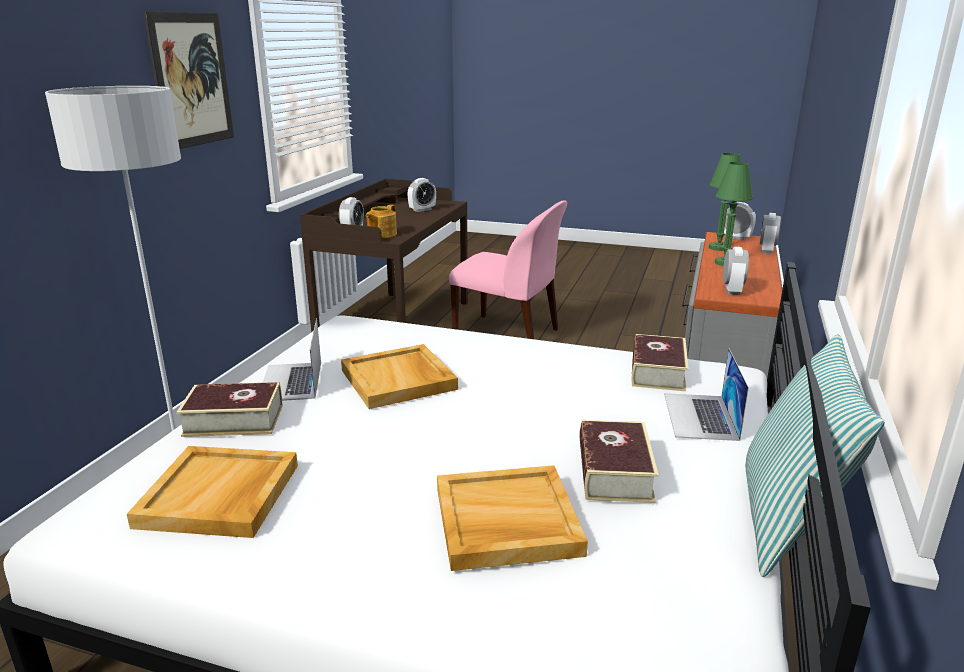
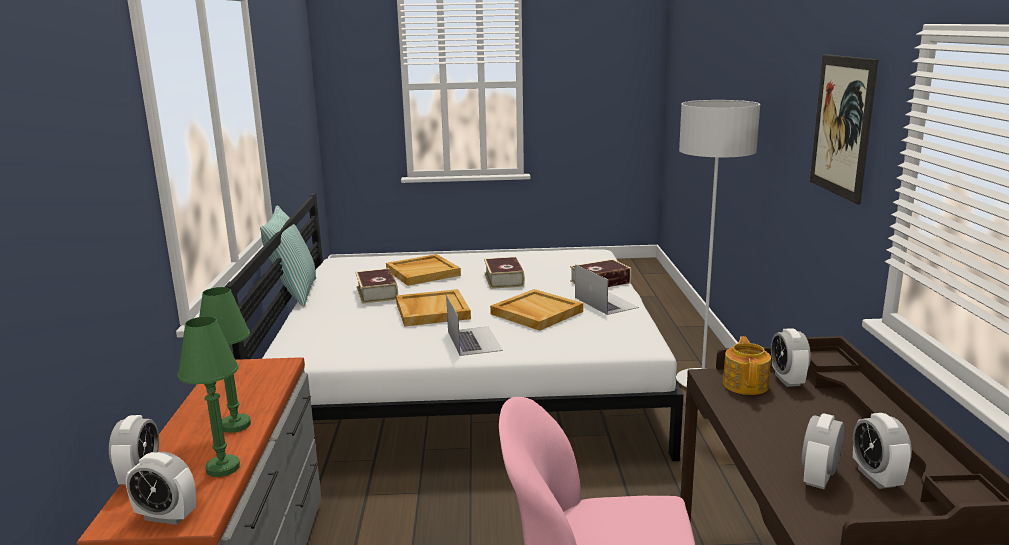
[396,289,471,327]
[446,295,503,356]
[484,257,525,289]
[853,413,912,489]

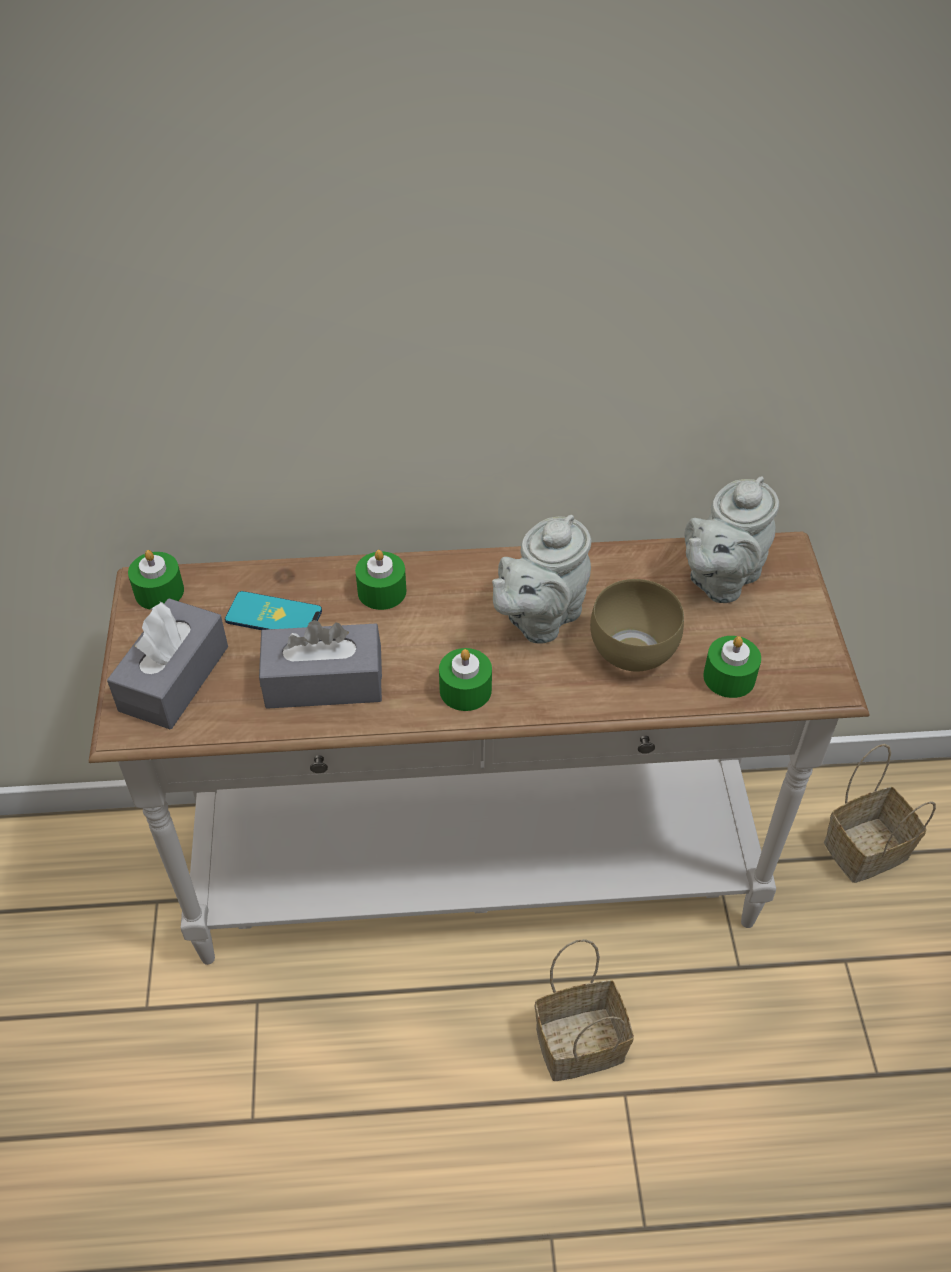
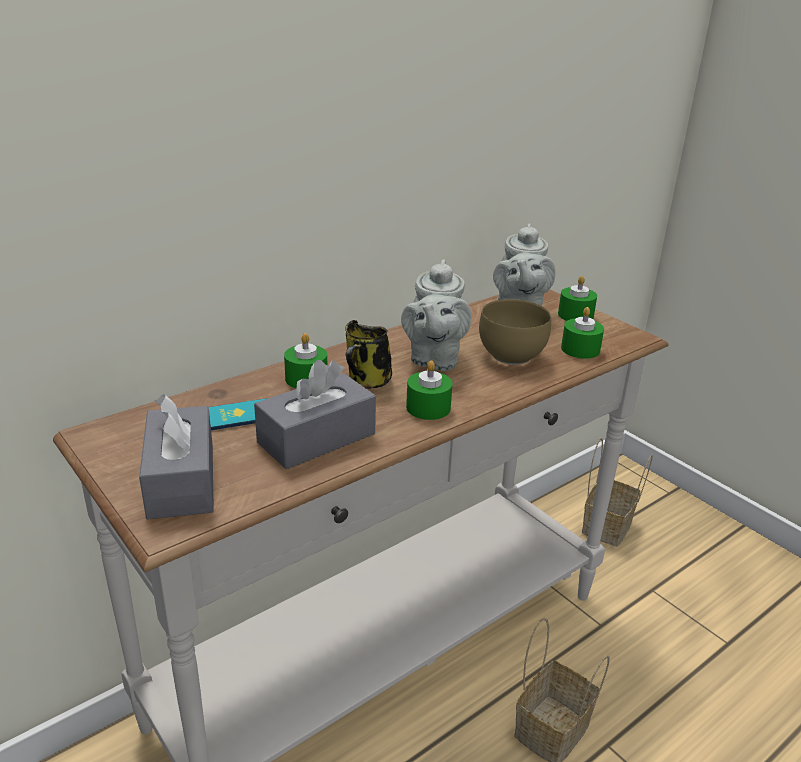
[345,320,392,389]
[558,276,597,321]

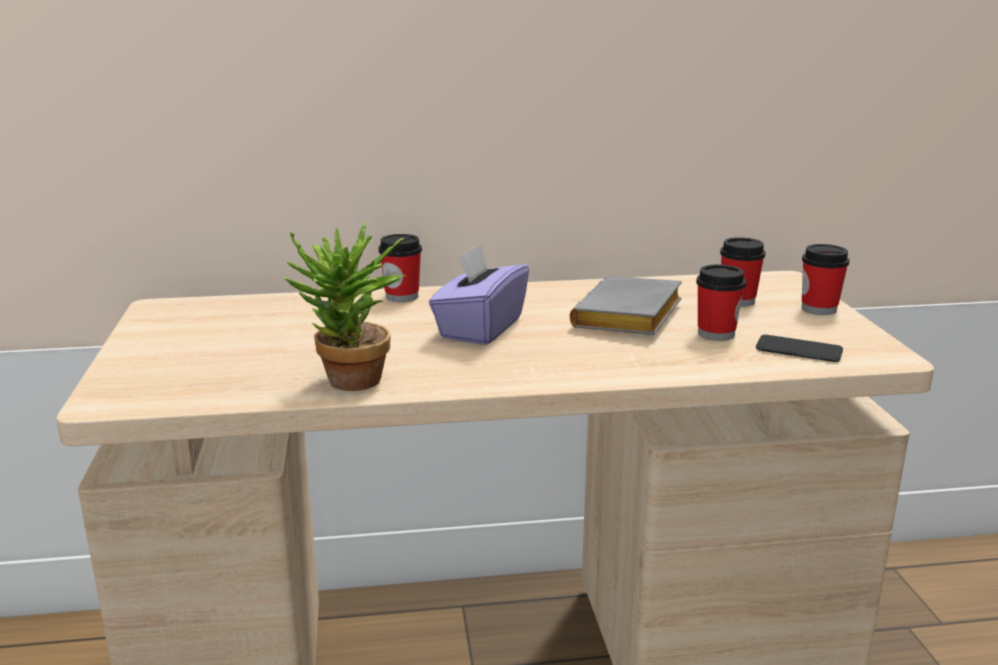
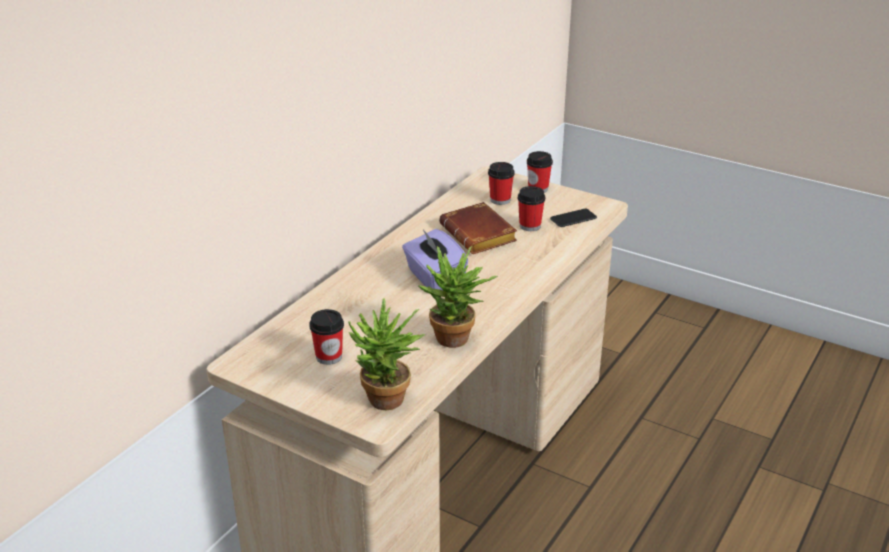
[309,309,344,365]
[348,298,425,410]
[439,202,517,254]

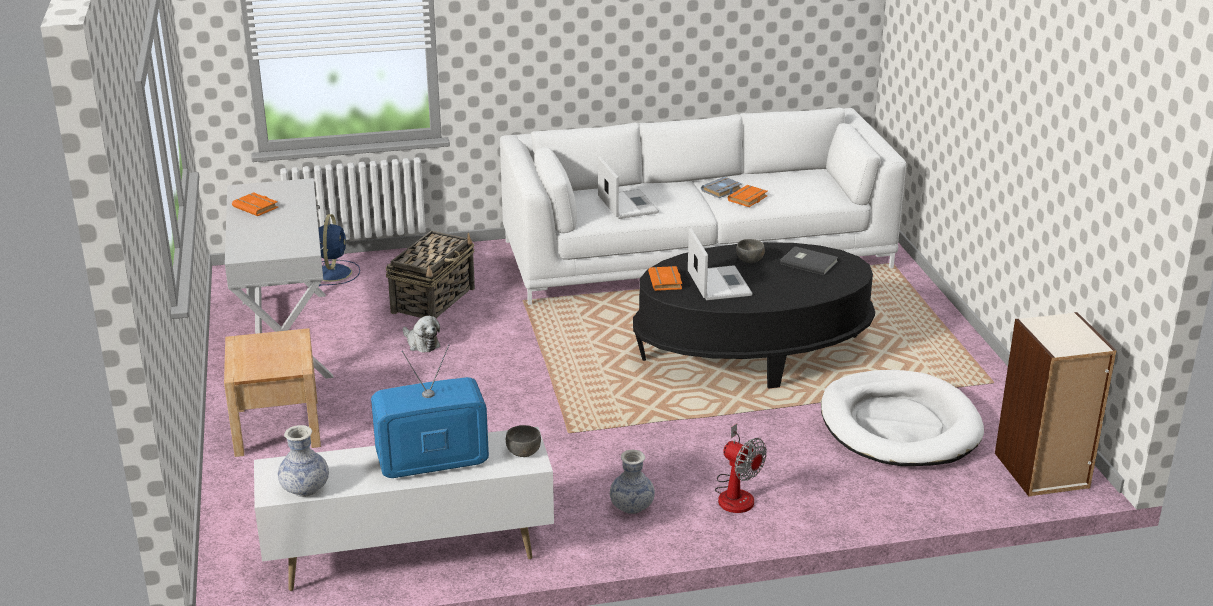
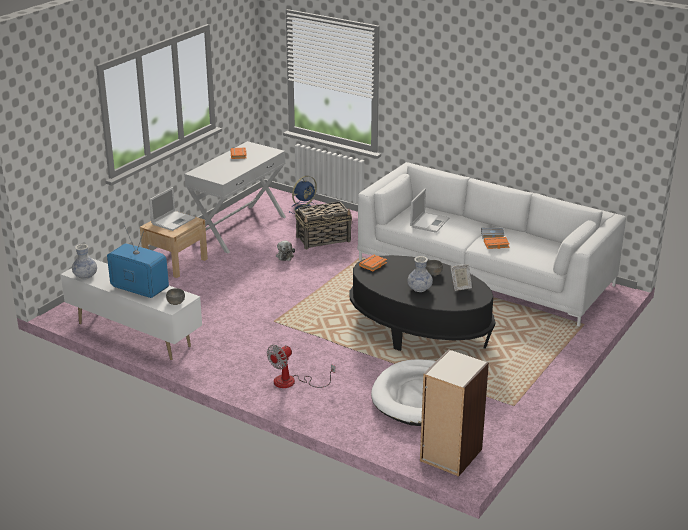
[149,187,195,231]
[267,345,335,388]
[408,256,433,292]
[450,264,472,291]

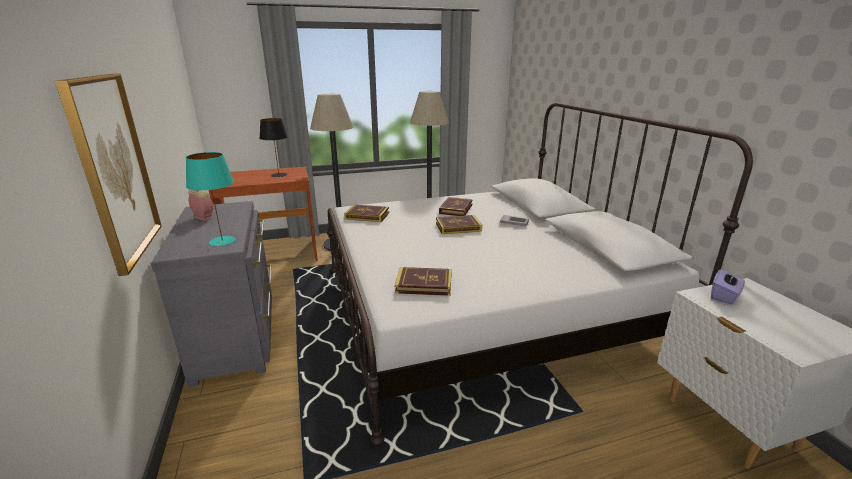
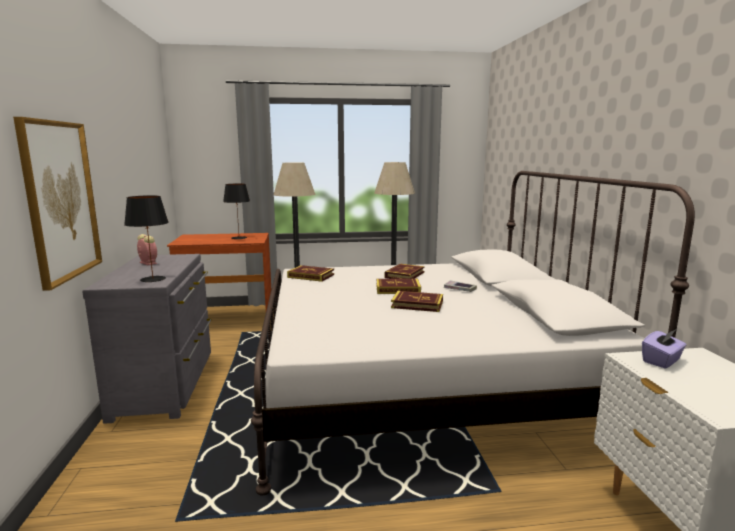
[124,195,169,282]
[391,291,443,312]

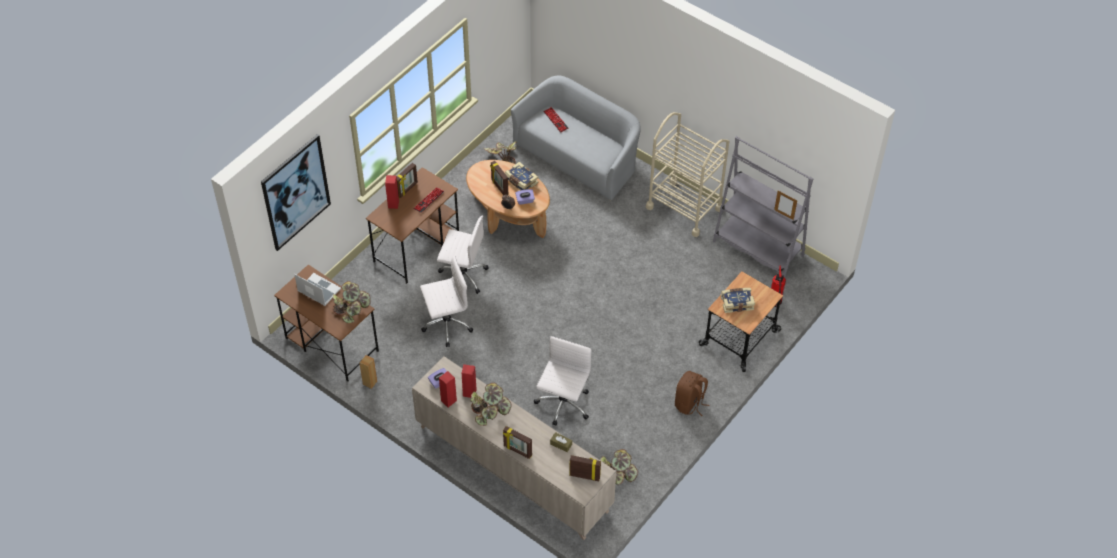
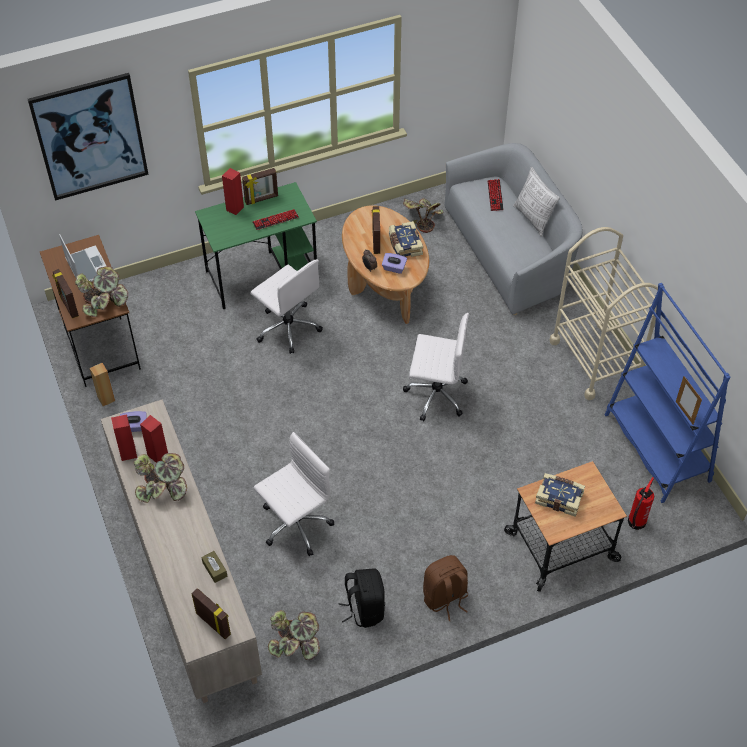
[52,269,79,318]
[195,182,317,309]
[338,568,385,628]
[403,313,469,422]
[513,167,560,237]
[605,283,731,503]

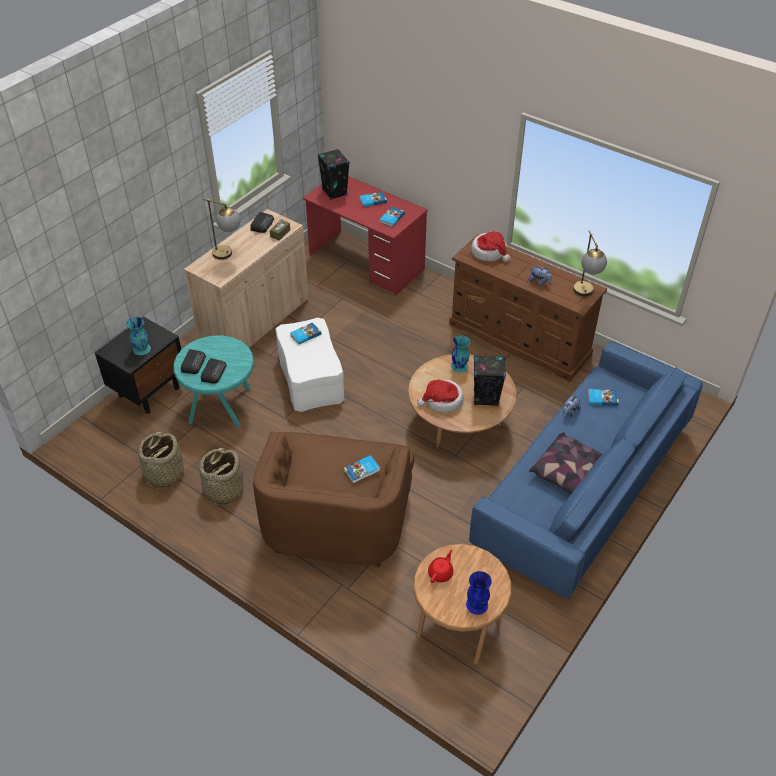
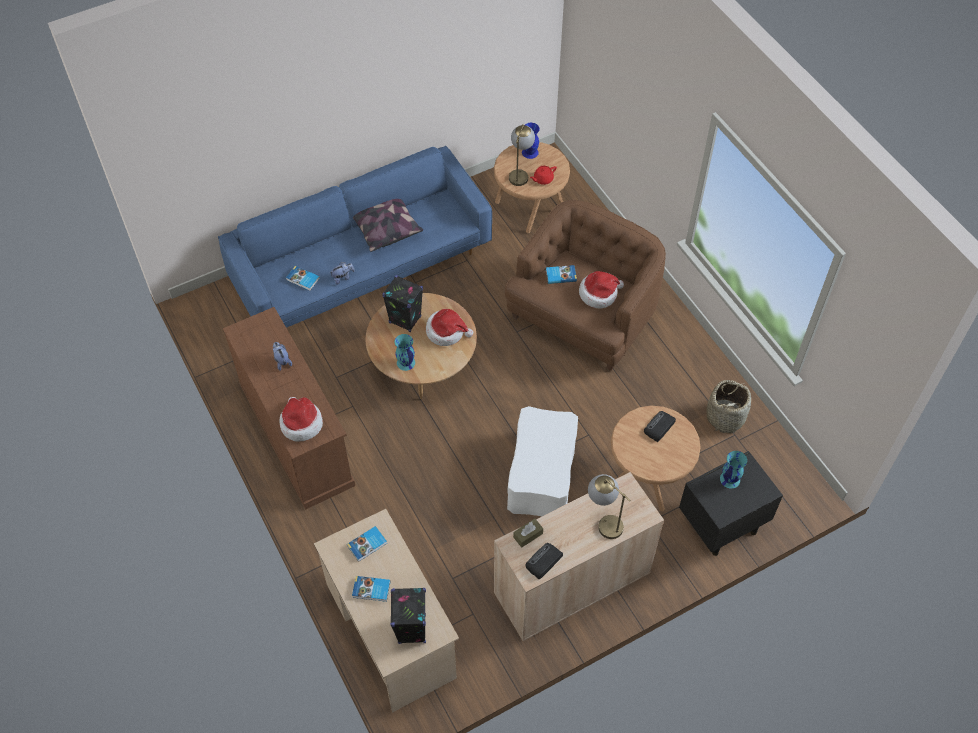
[314,509,459,713]
[509,124,535,186]
[579,271,624,308]
[611,406,701,511]
[181,349,206,374] (first image)
[199,448,244,506] (first image)
[290,322,322,345] (first image)

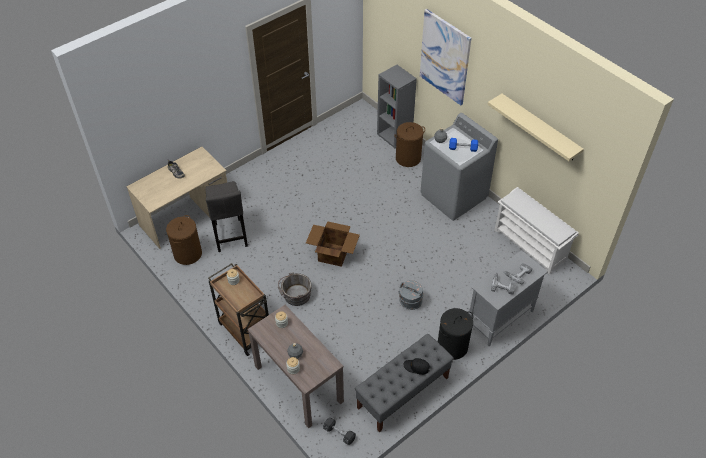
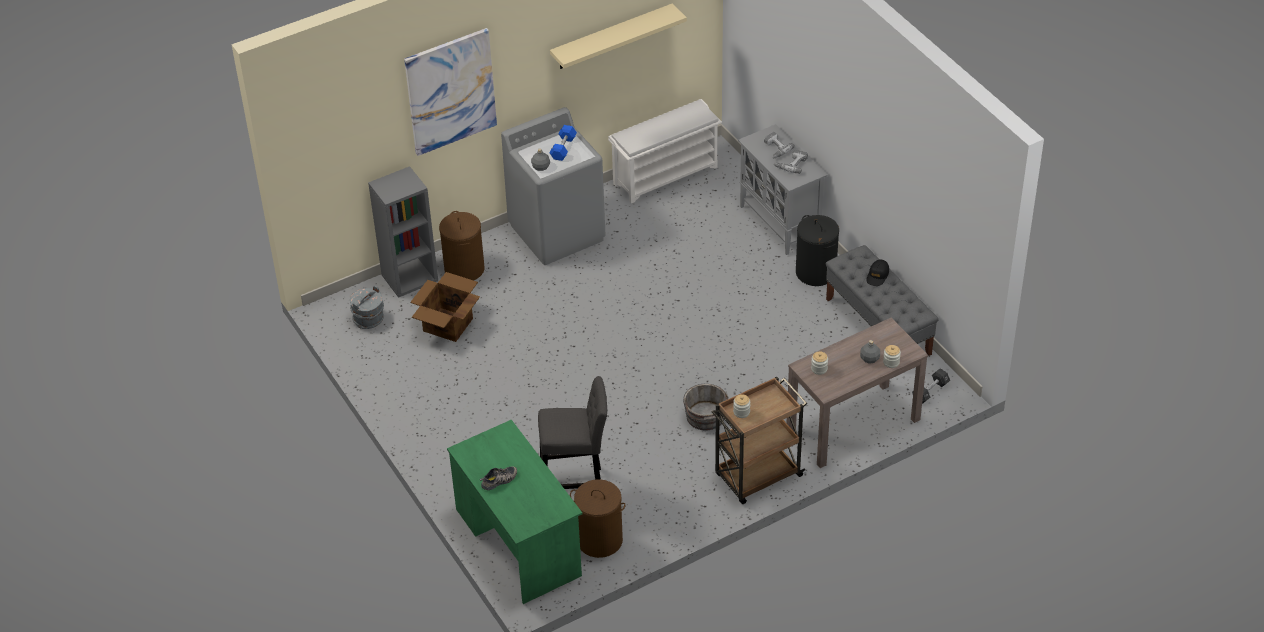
[350,285,384,329]
[410,272,480,342]
[447,420,582,604]

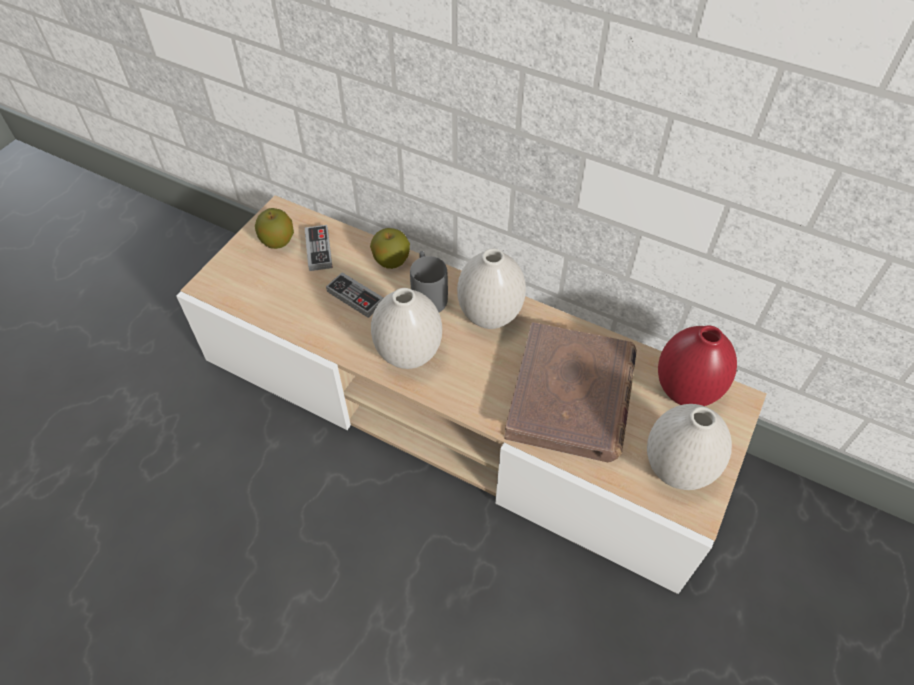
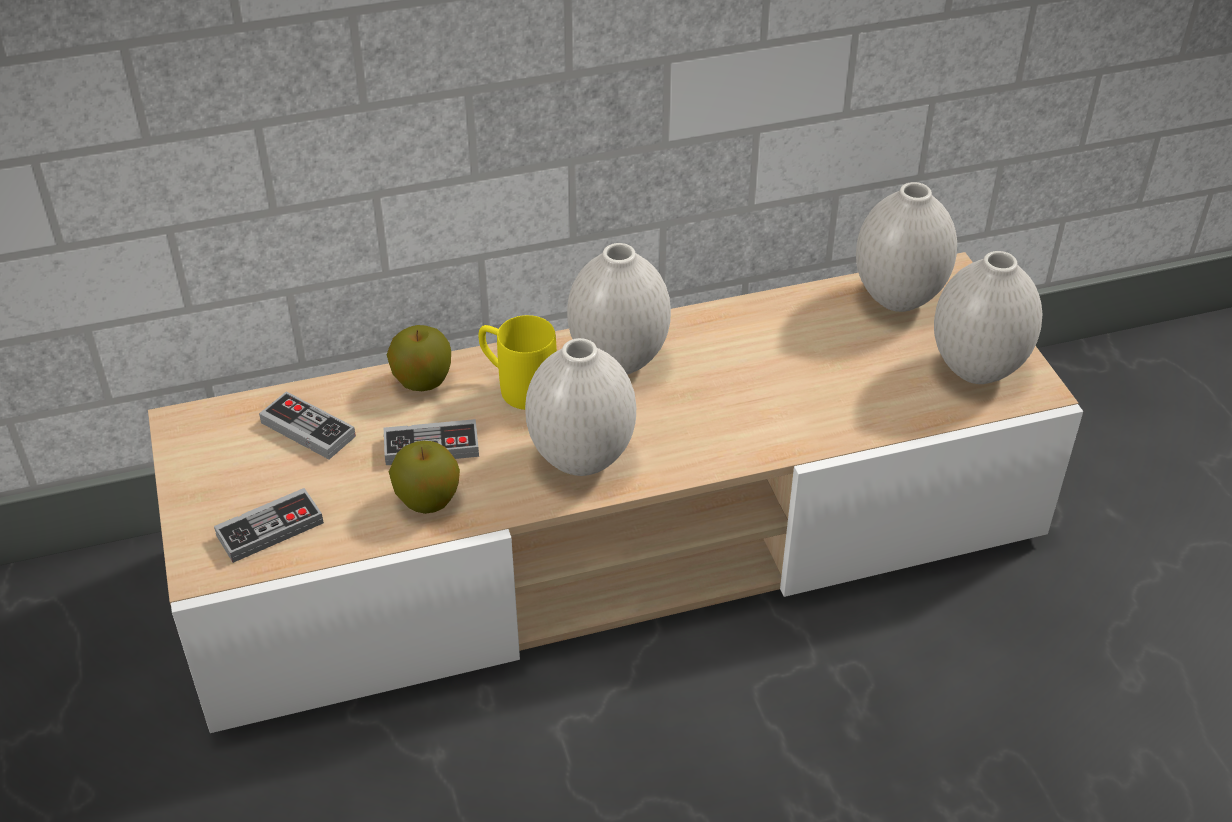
[214,488,324,563]
[389,441,460,514]
[479,315,557,410]
[856,182,957,312]
[504,322,637,462] (first image)

